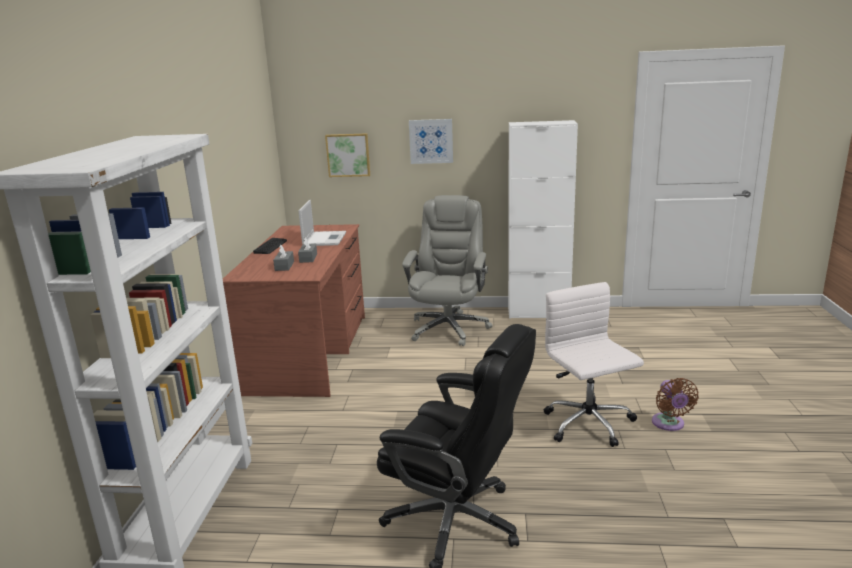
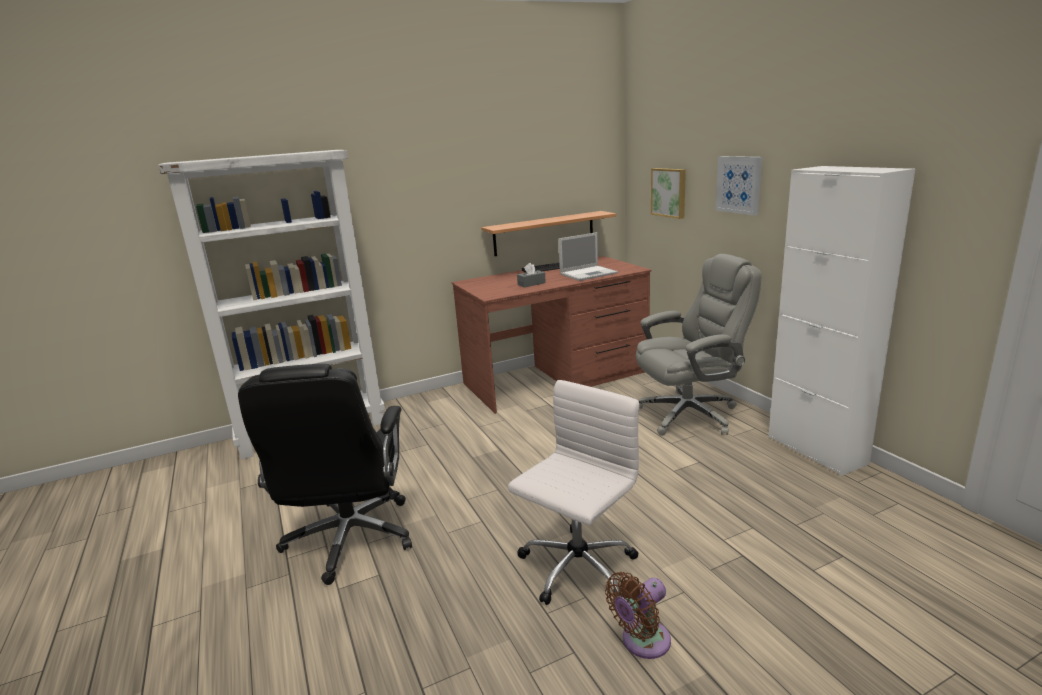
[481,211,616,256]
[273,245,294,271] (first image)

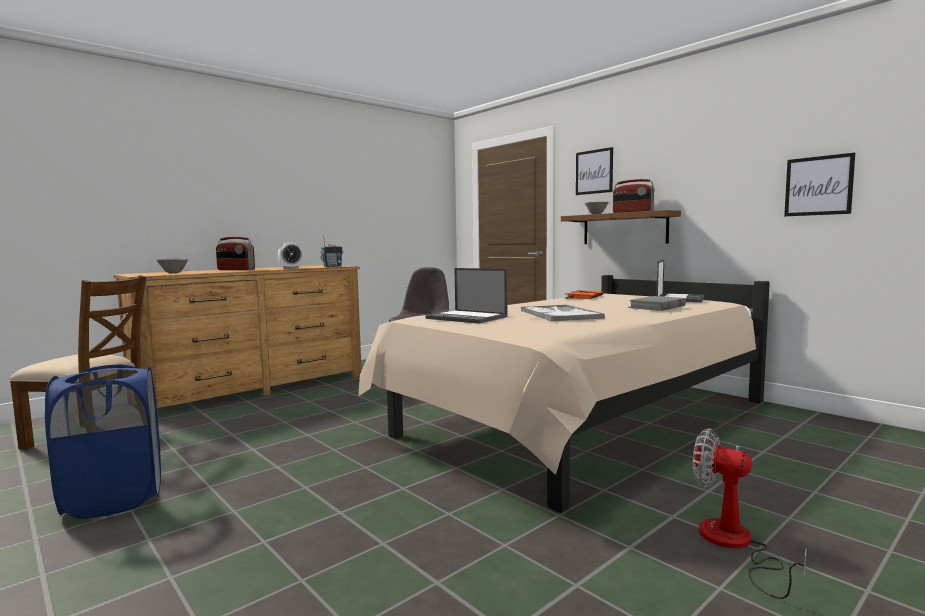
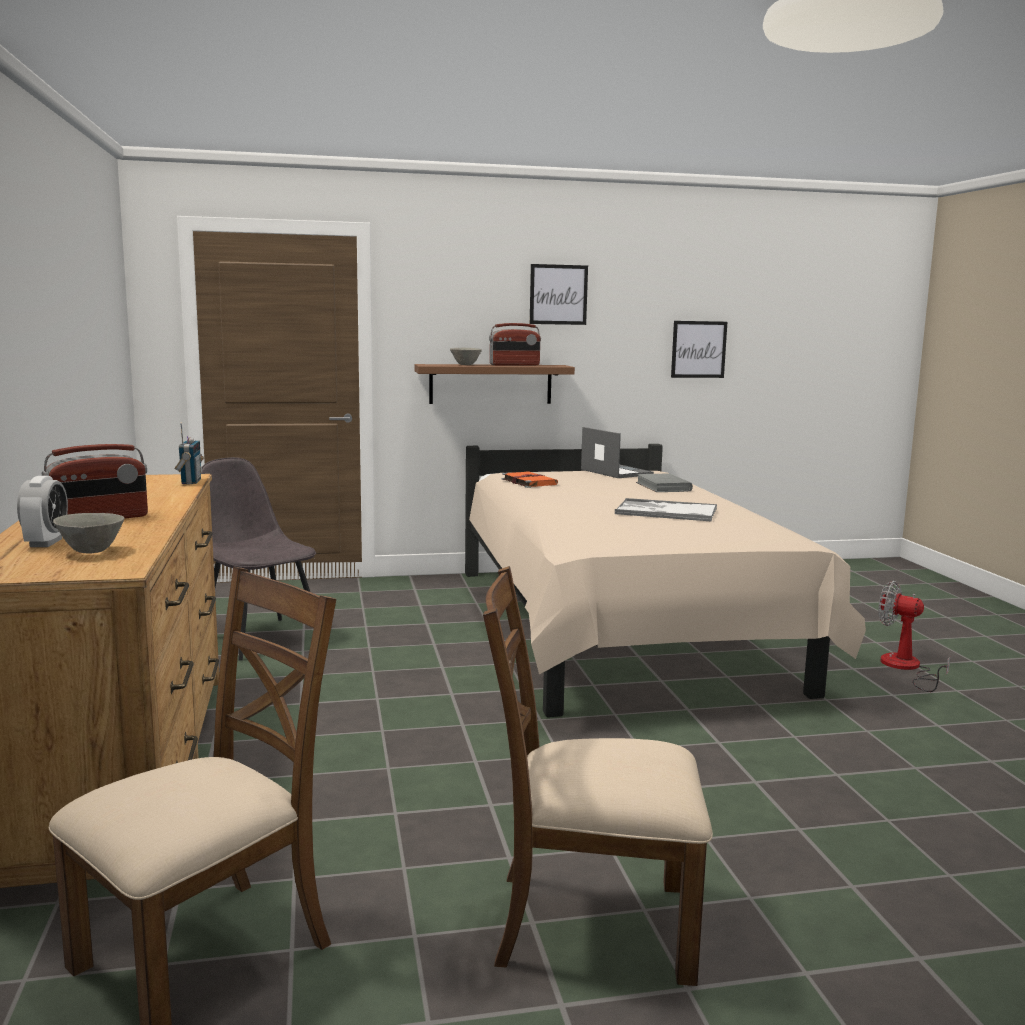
[17,476,68,547]
[483,566,713,986]
[530,264,588,325]
[878,581,950,692]
[425,268,508,324] (first image)

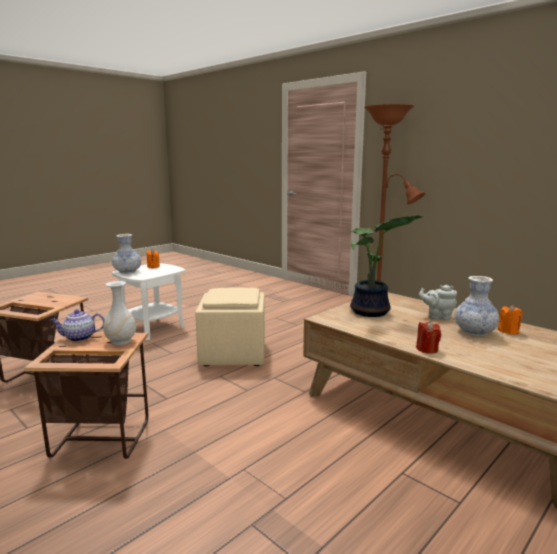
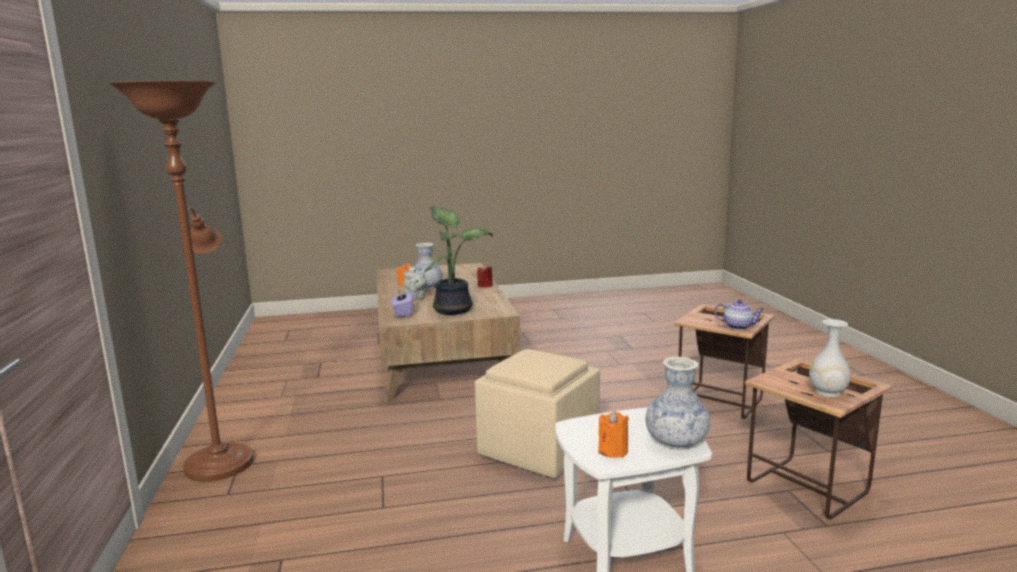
[392,288,413,317]
[809,319,851,397]

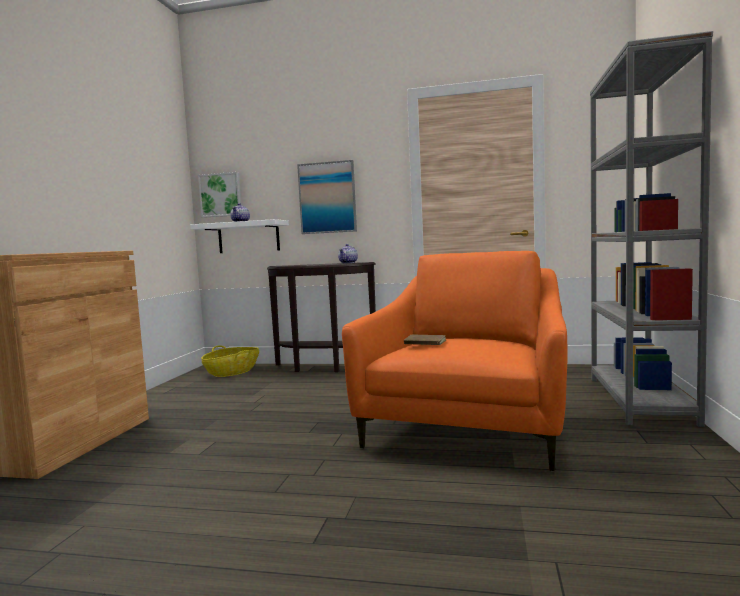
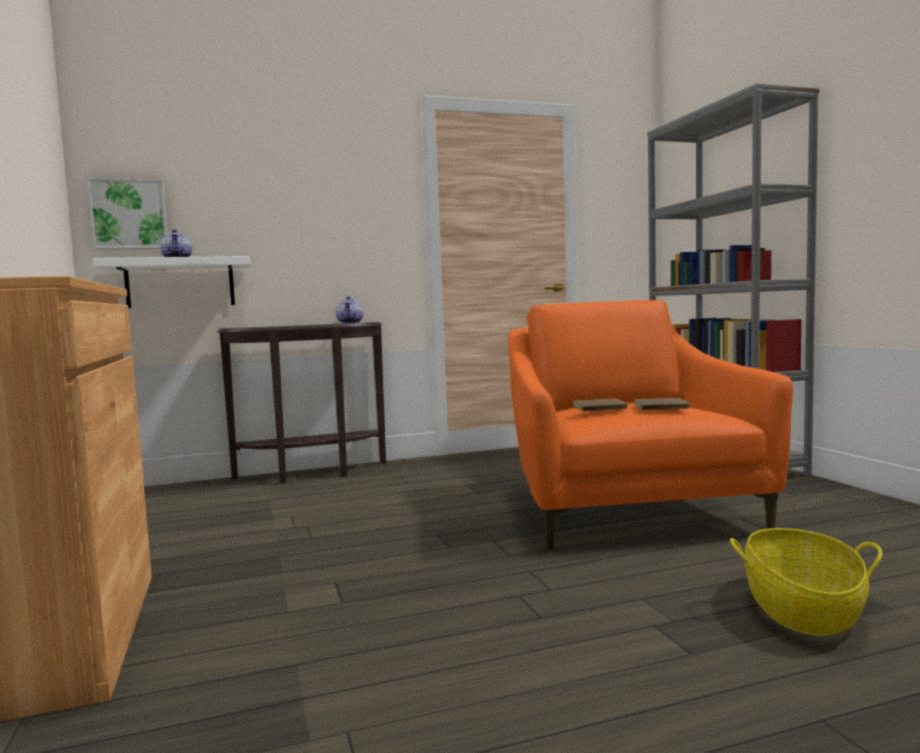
[634,398,693,410]
[730,528,882,636]
[297,160,357,234] (first image)

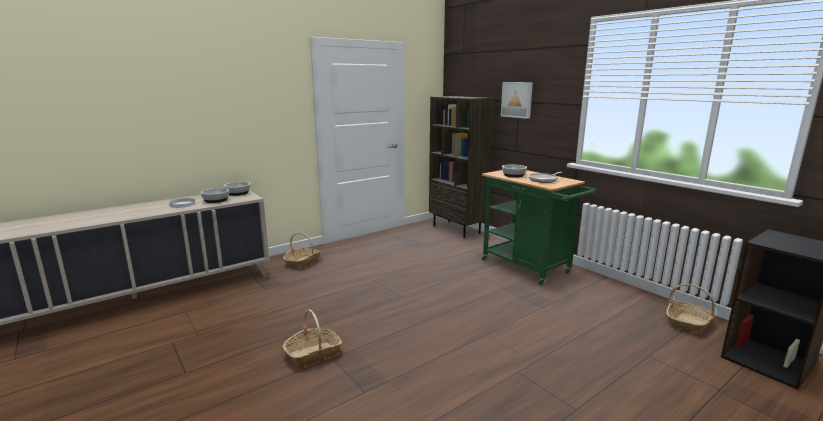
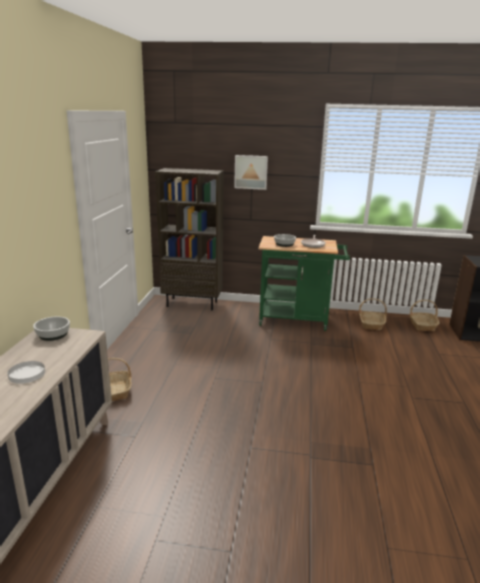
[359,298,387,331]
[200,188,229,203] (first image)

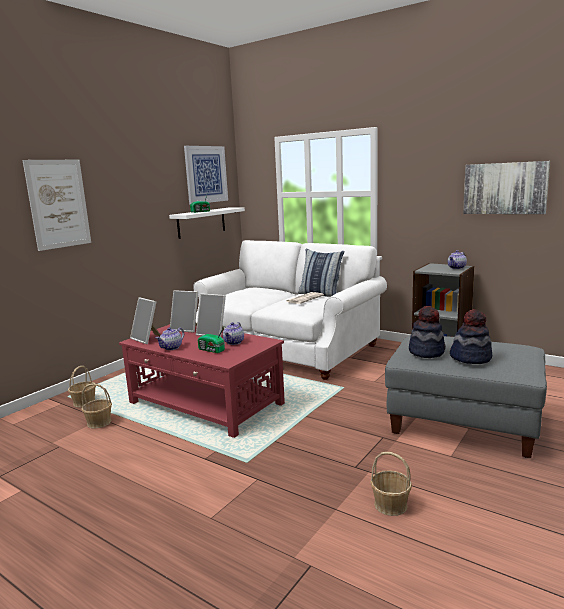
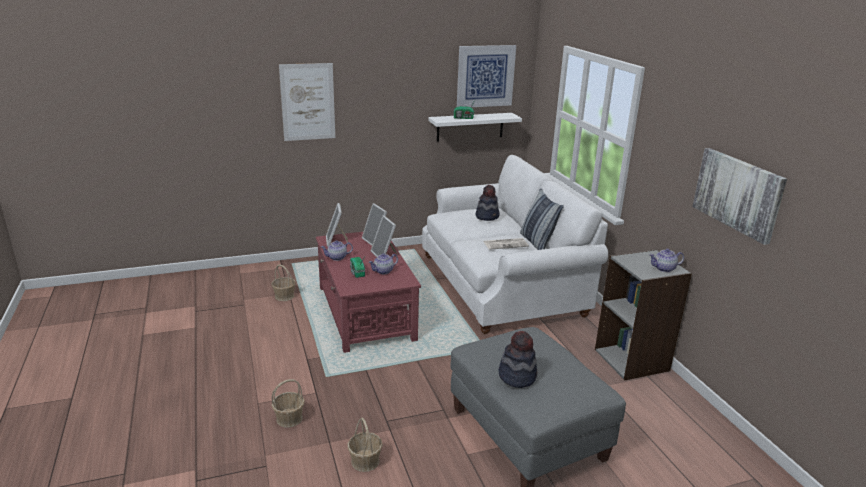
[272,379,305,427]
[475,185,500,221]

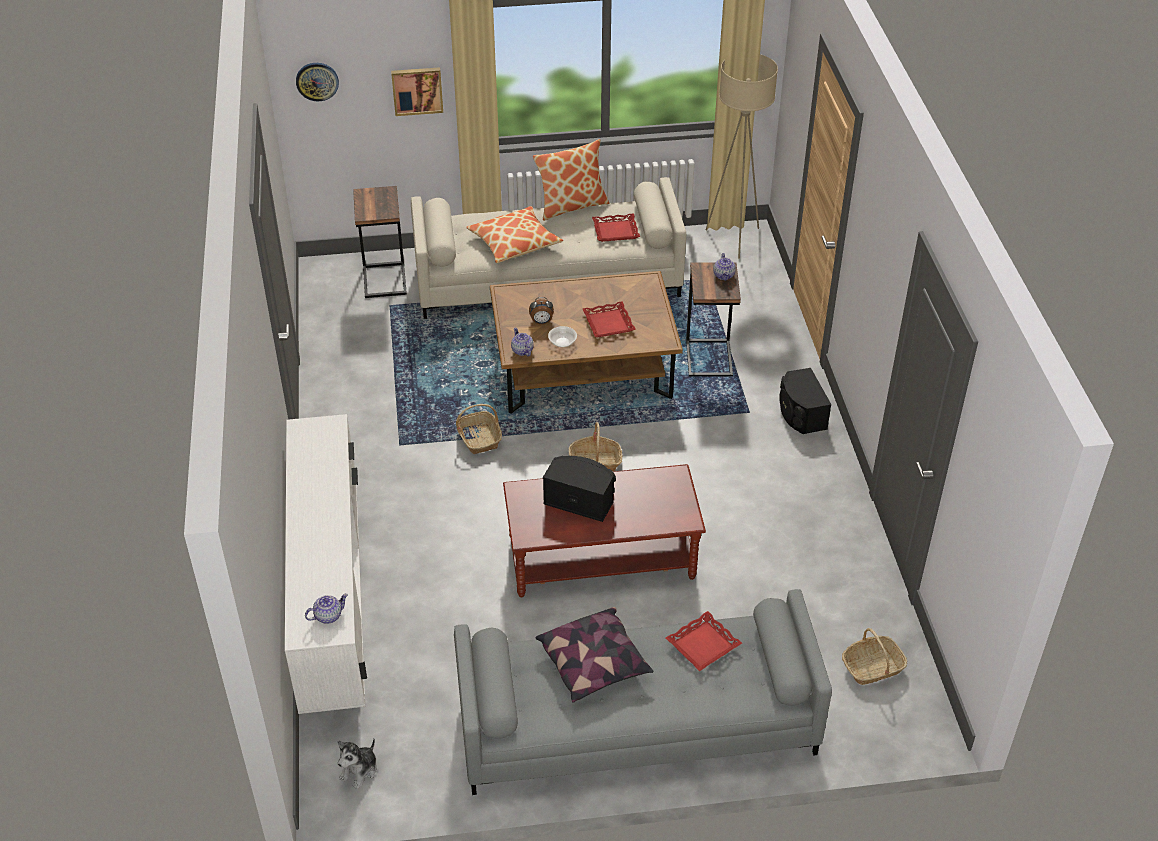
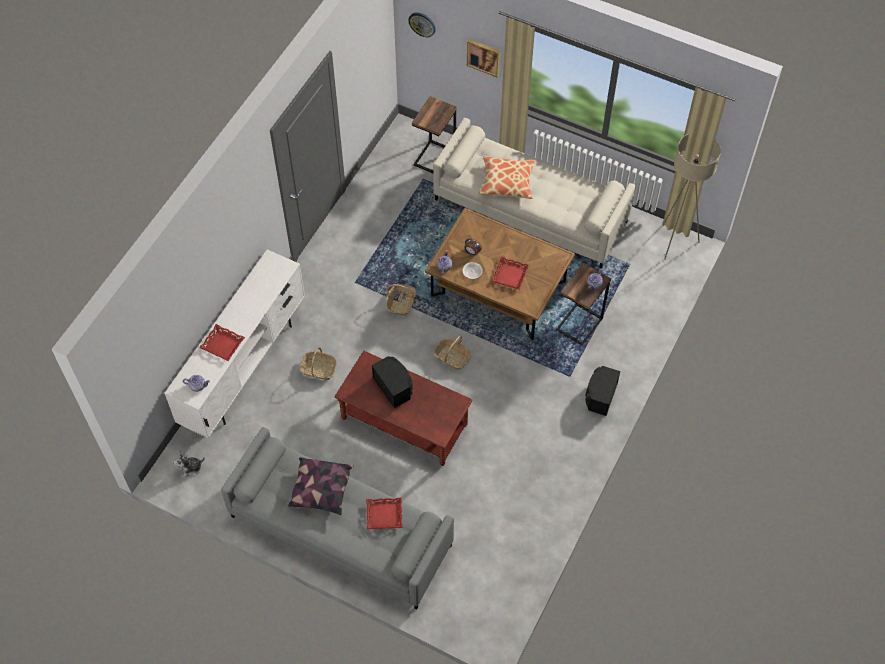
[199,324,245,361]
[300,347,337,380]
[533,139,609,221] (first image)

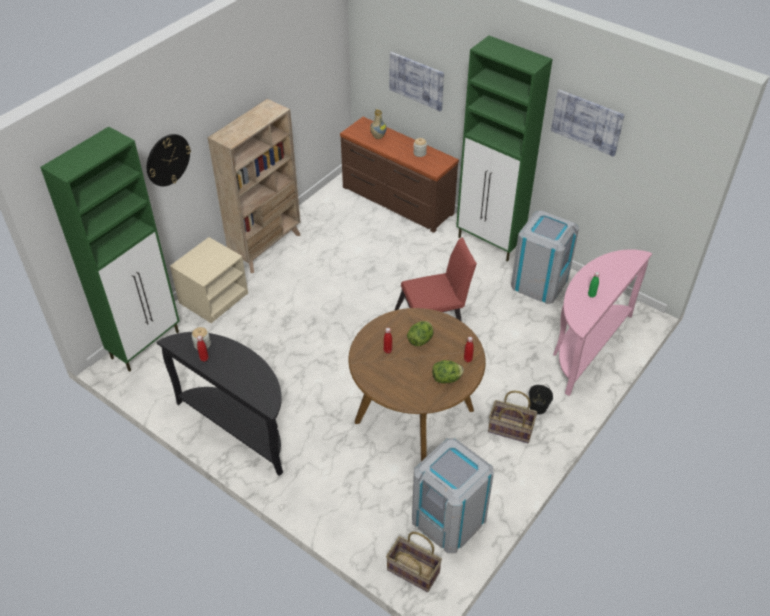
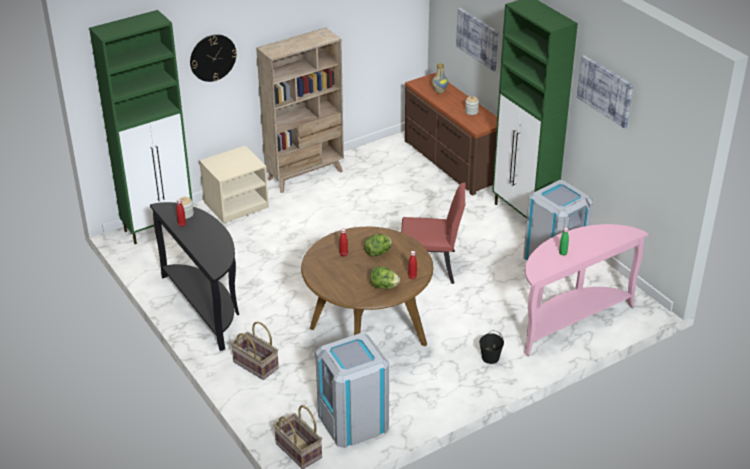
[231,322,279,380]

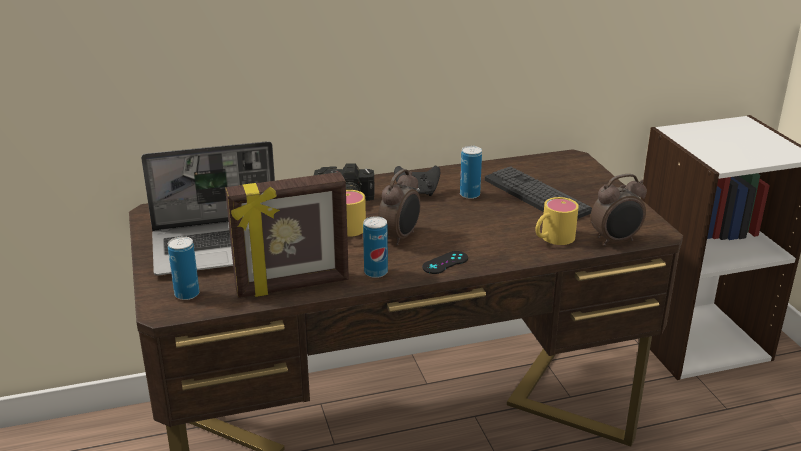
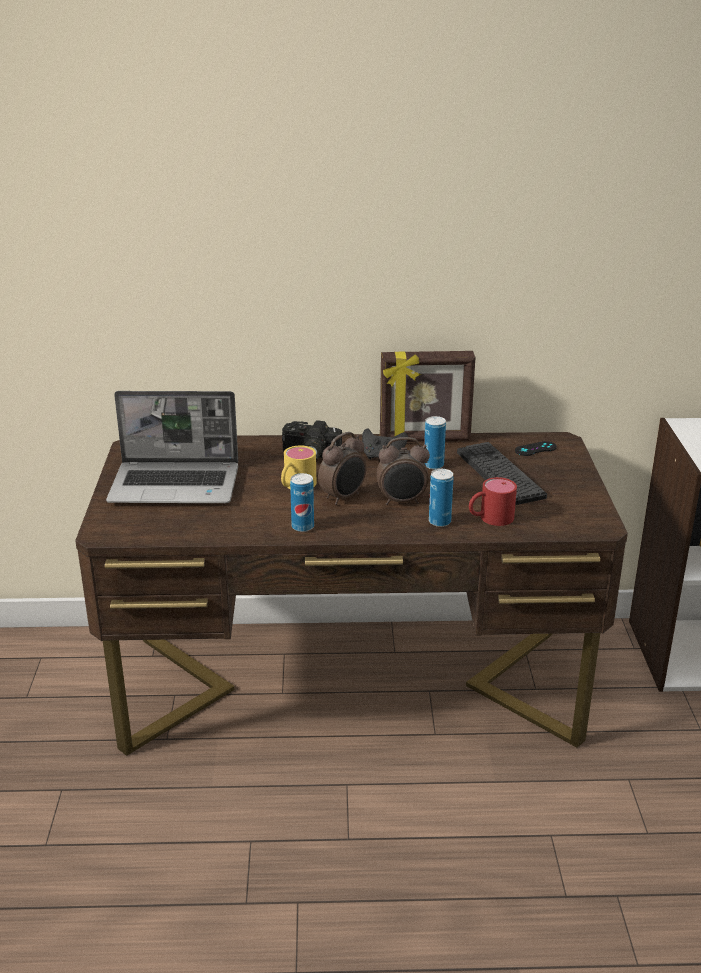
[377,437,430,505]
[380,351,475,442]
[429,469,454,527]
[469,477,517,526]
[515,441,557,456]

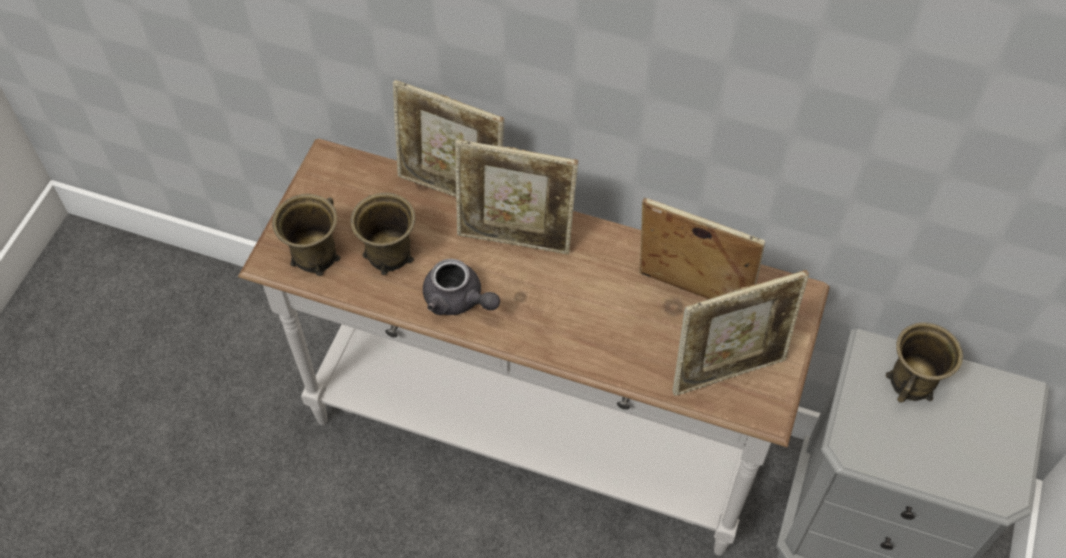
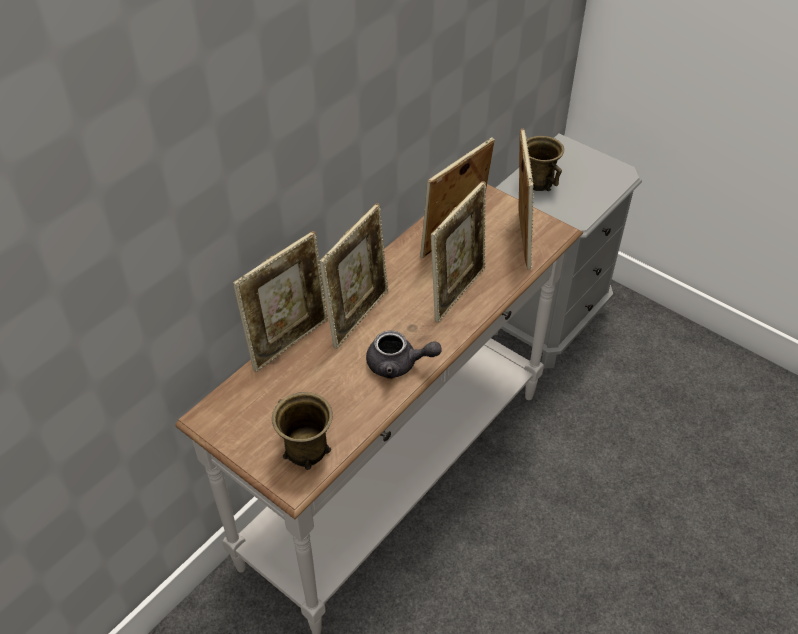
[366,331,442,379]
[431,181,486,323]
[350,193,415,275] (first image)

